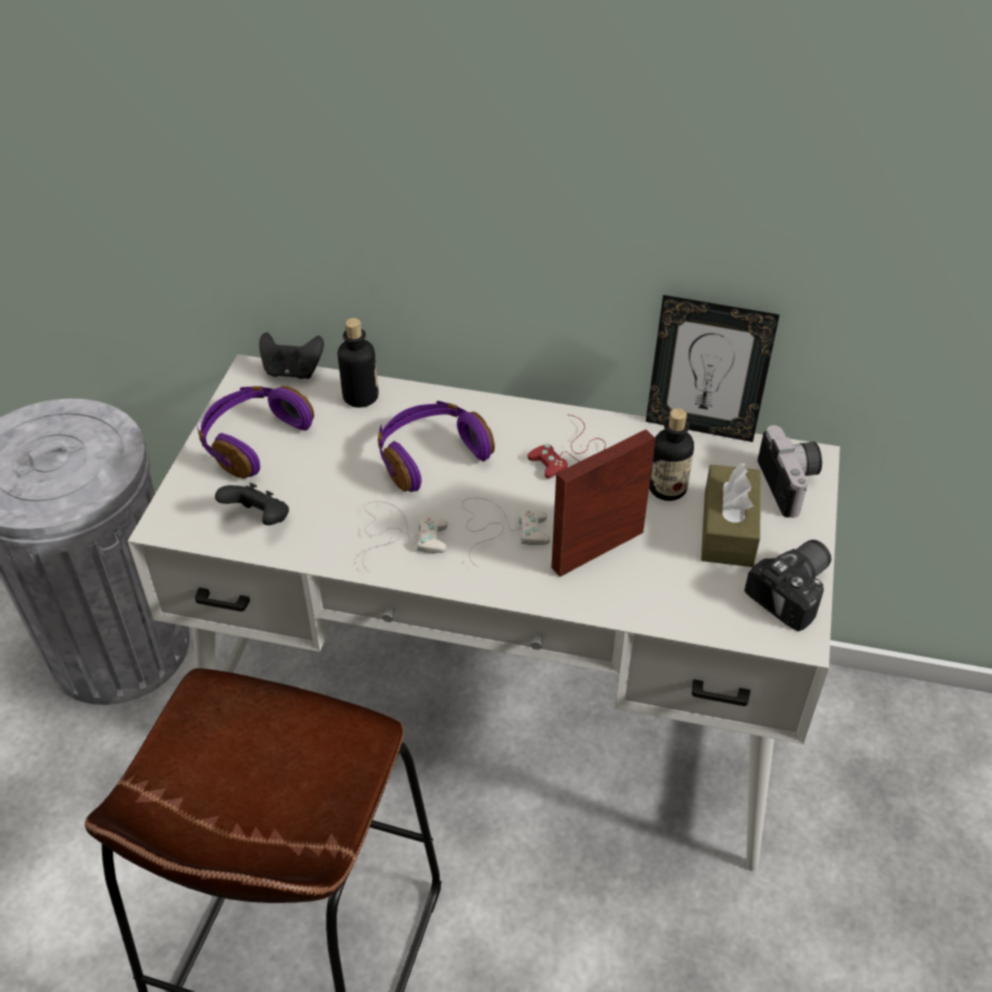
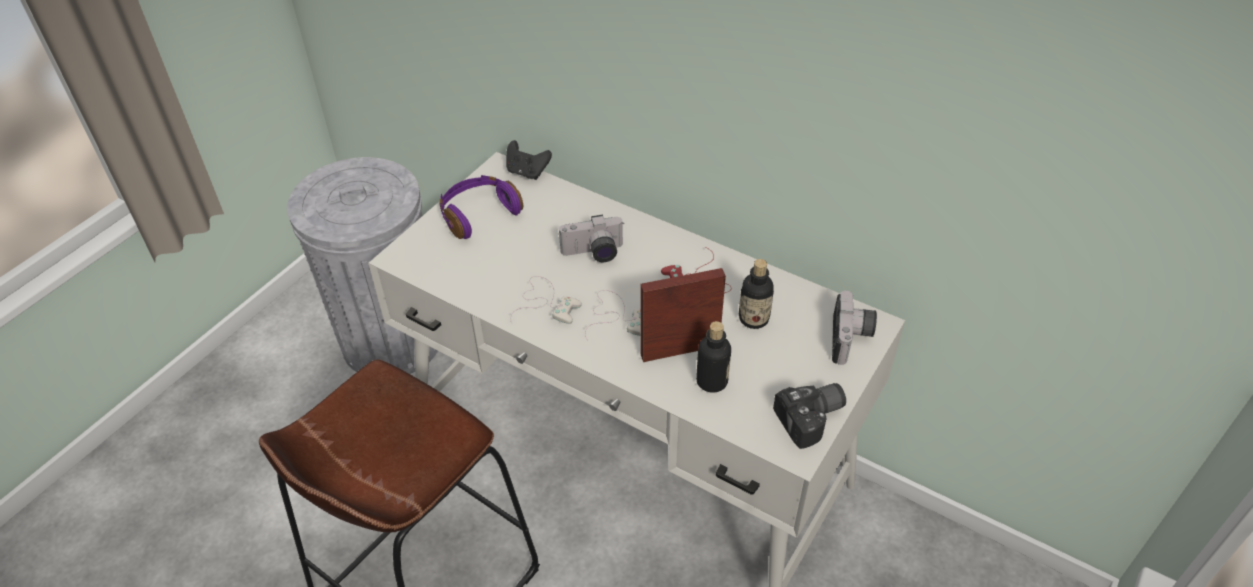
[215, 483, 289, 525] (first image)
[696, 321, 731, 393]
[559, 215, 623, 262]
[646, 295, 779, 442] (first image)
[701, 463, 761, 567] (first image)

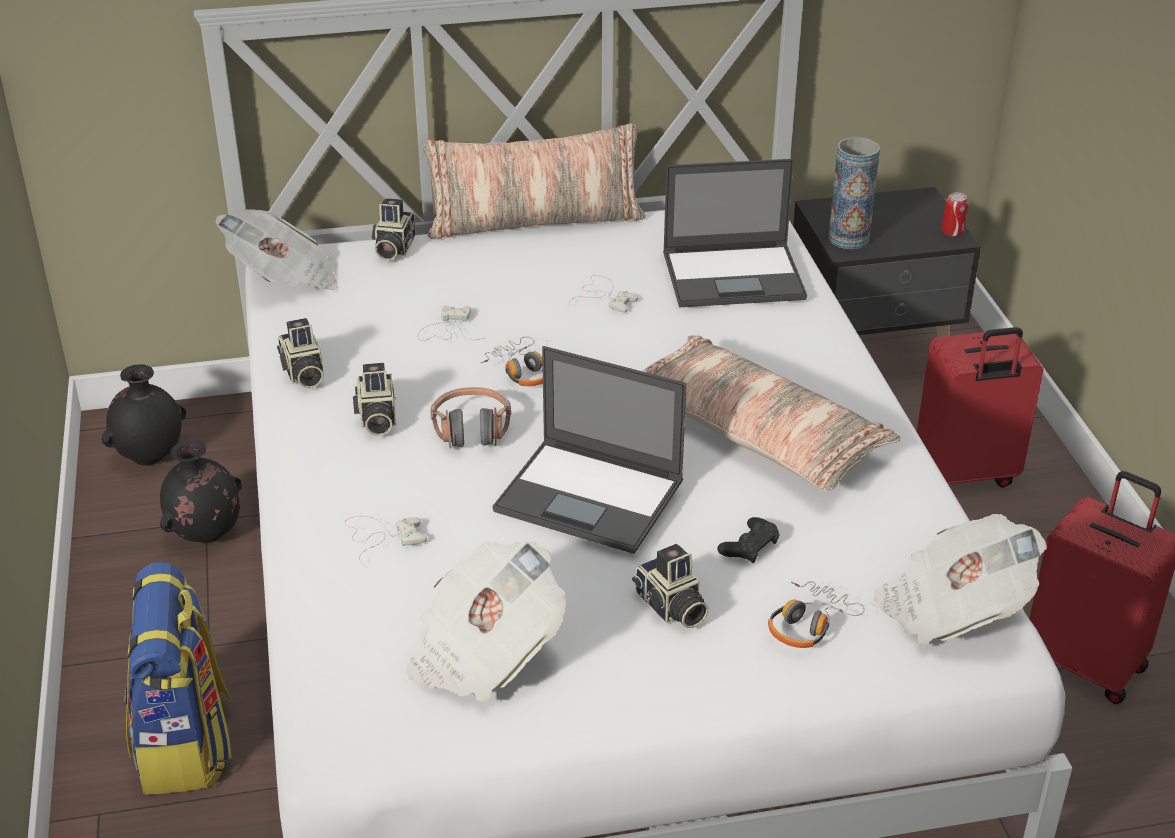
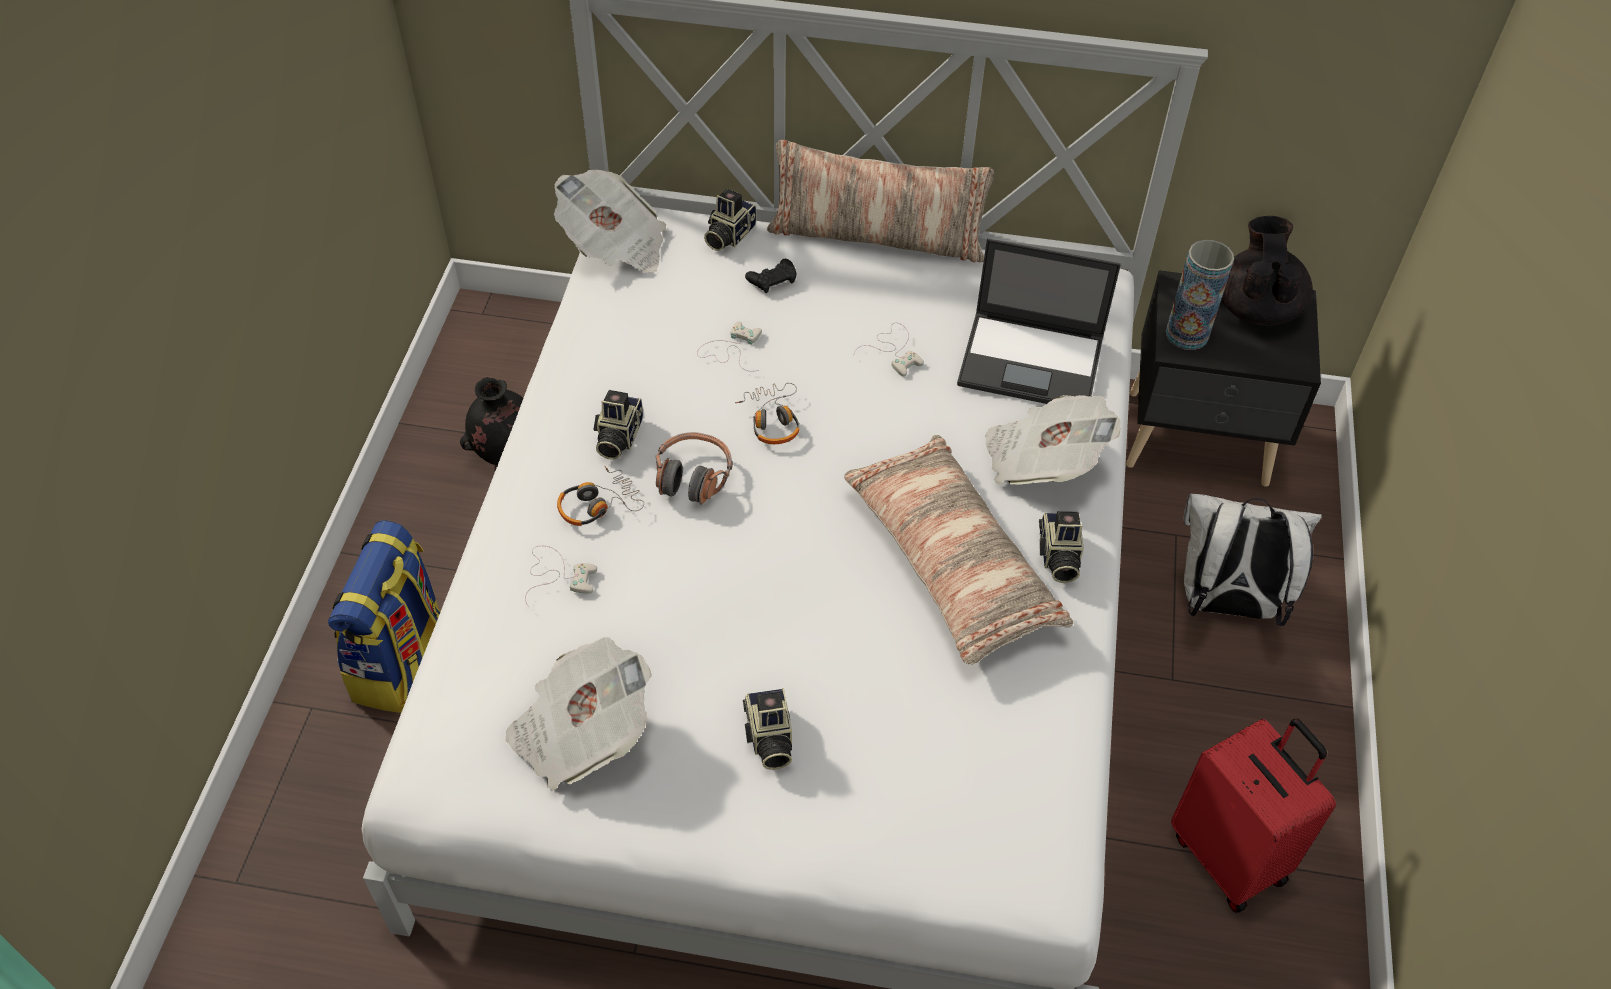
[101, 364, 186, 465] (first image)
[1039, 511, 1084, 583]
[493, 346, 686, 554] (first image)
[745, 259, 796, 293]
[557, 466, 644, 526]
[985, 395, 1121, 485]
[1183, 494, 1322, 626]
[942, 192, 968, 237] (first image)
[1221, 216, 1313, 326]

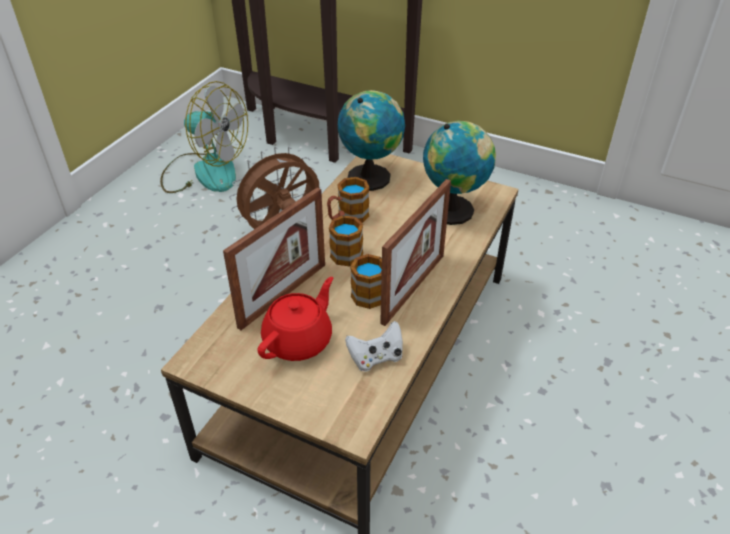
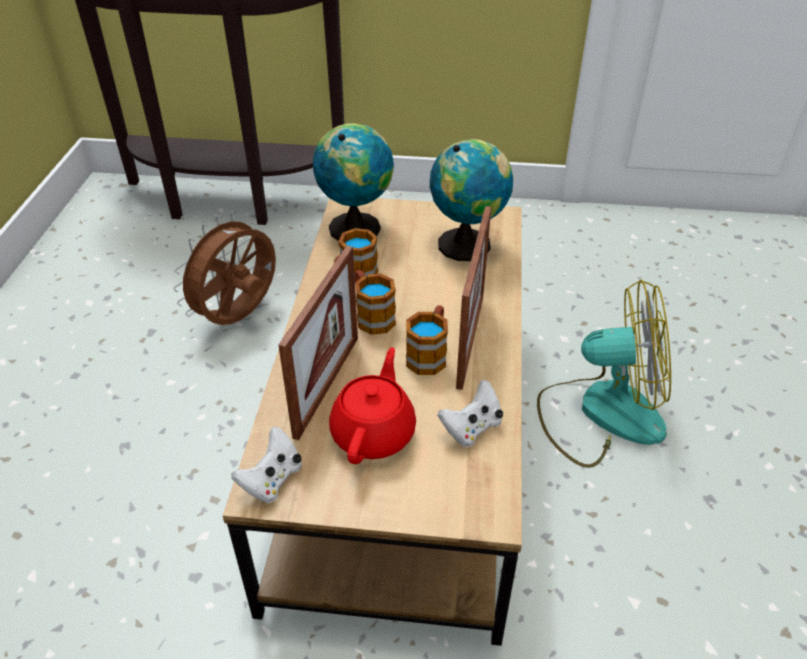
[537, 279, 671, 468]
[232, 427, 302, 503]

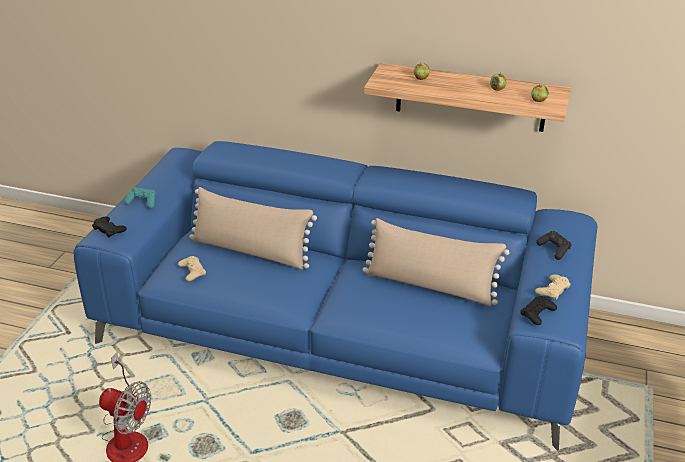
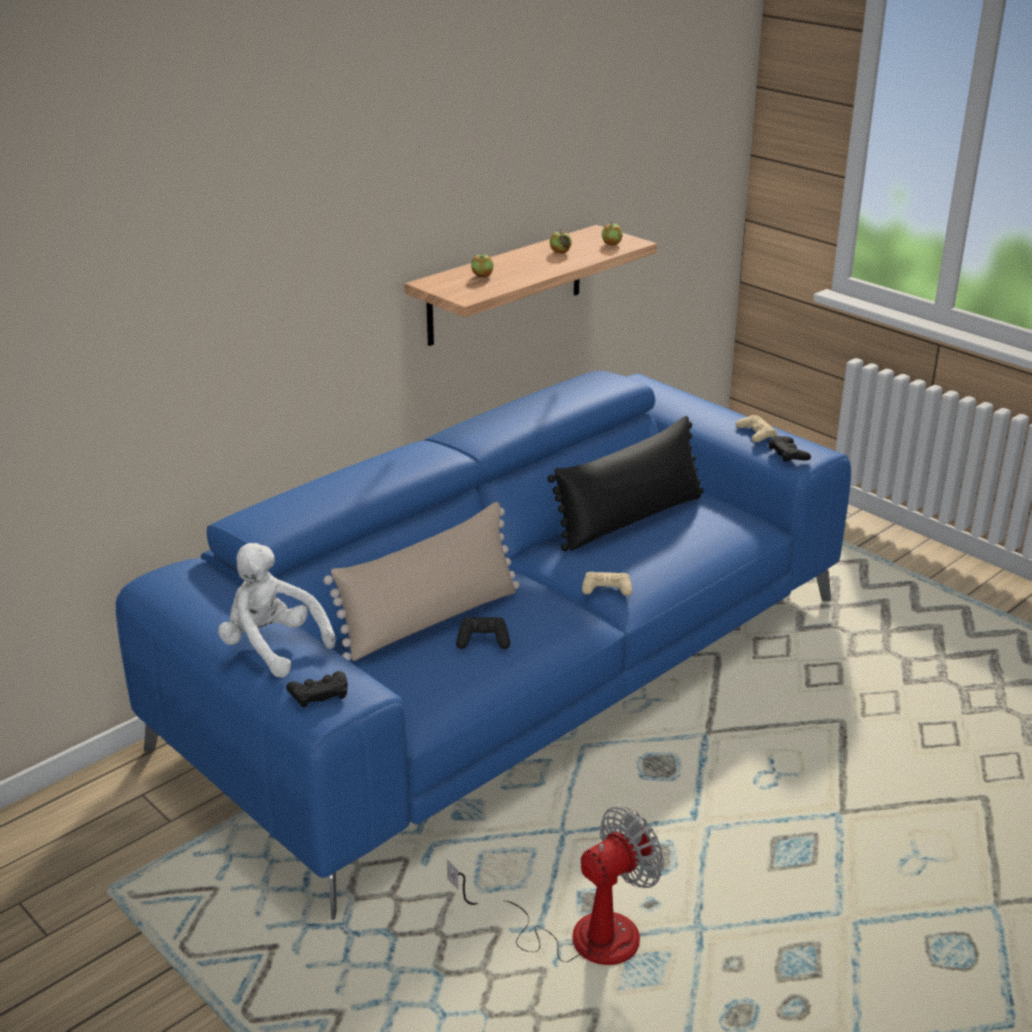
[218, 543, 336, 678]
[582, 572, 632, 596]
[547, 416, 704, 551]
[456, 617, 510, 649]

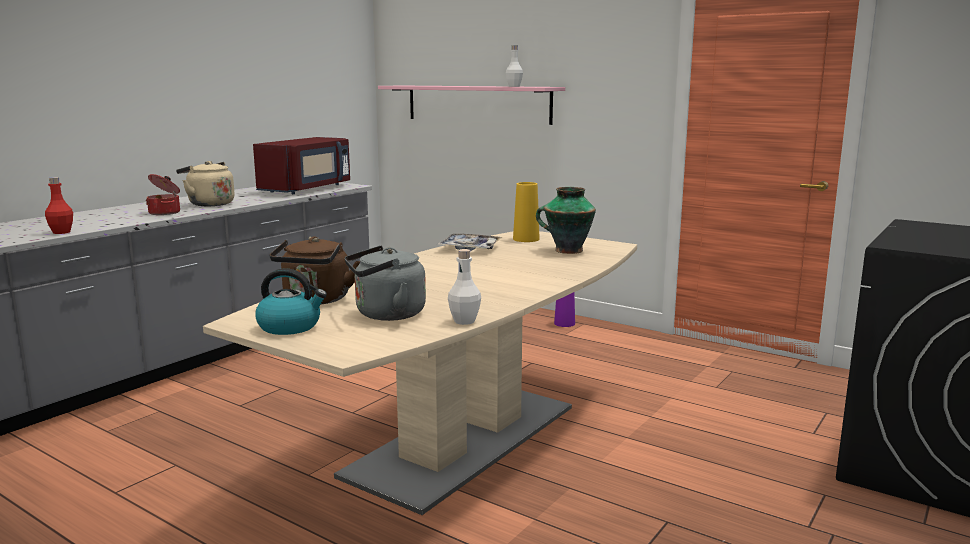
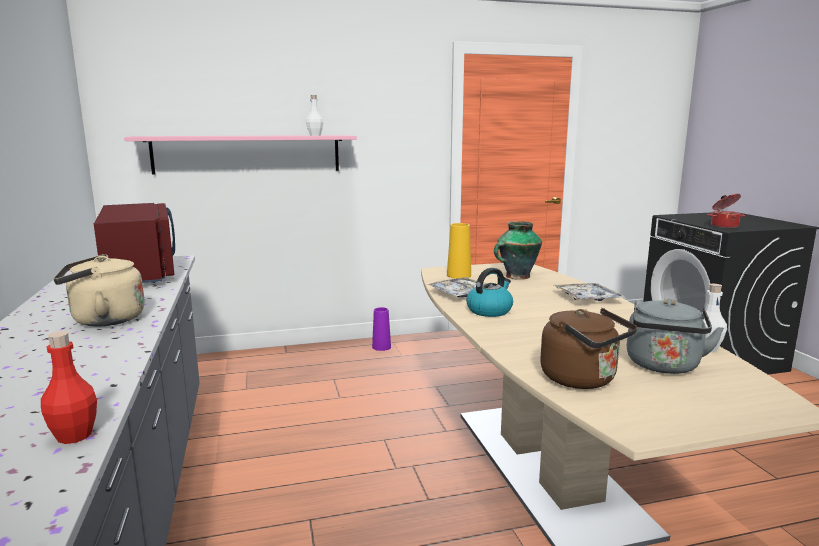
[707, 194, 745, 228]
[466, 268, 513, 317]
[554, 283, 625, 301]

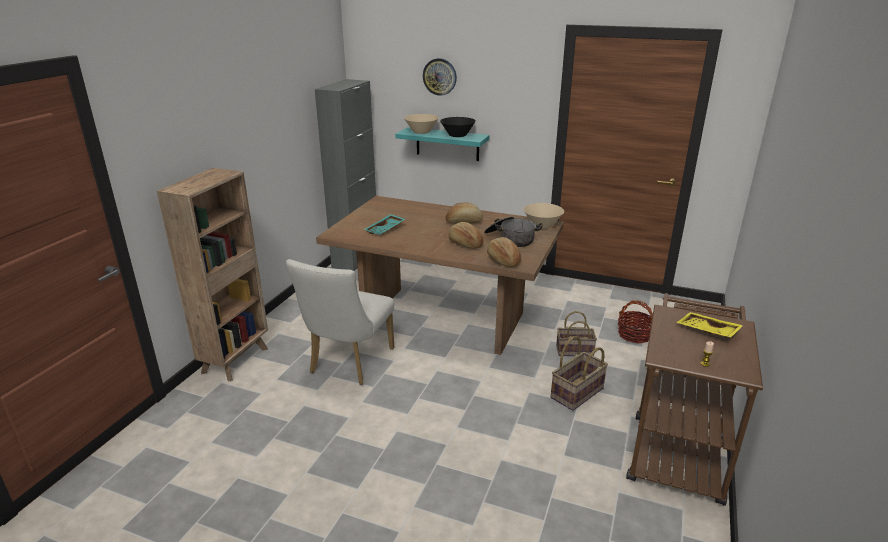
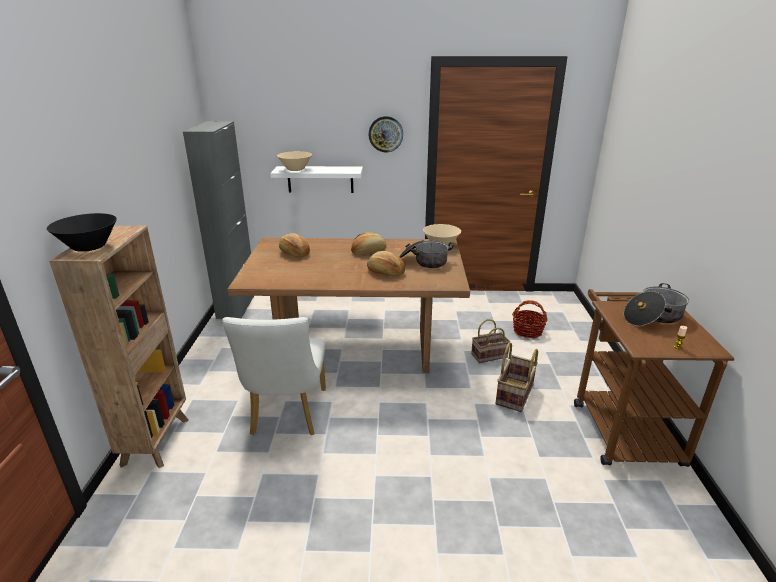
[364, 214, 405, 235] (first image)
[270, 166, 363, 193]
[369, 116, 403, 152]
[47, 213, 117, 252]
[279, 233, 310, 257]
[624, 283, 689, 326]

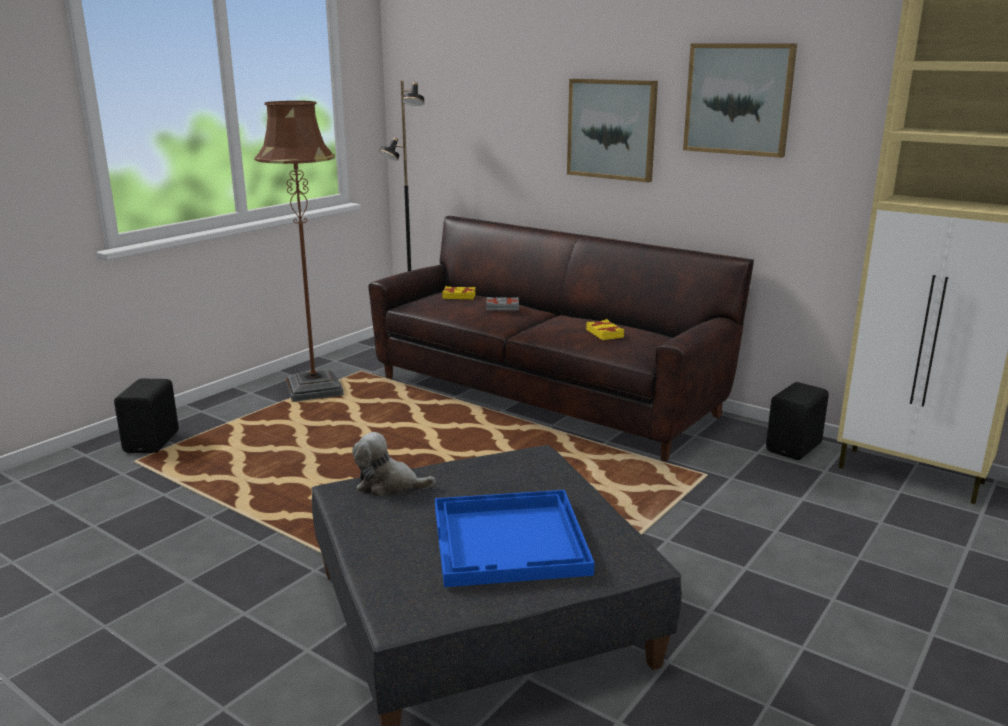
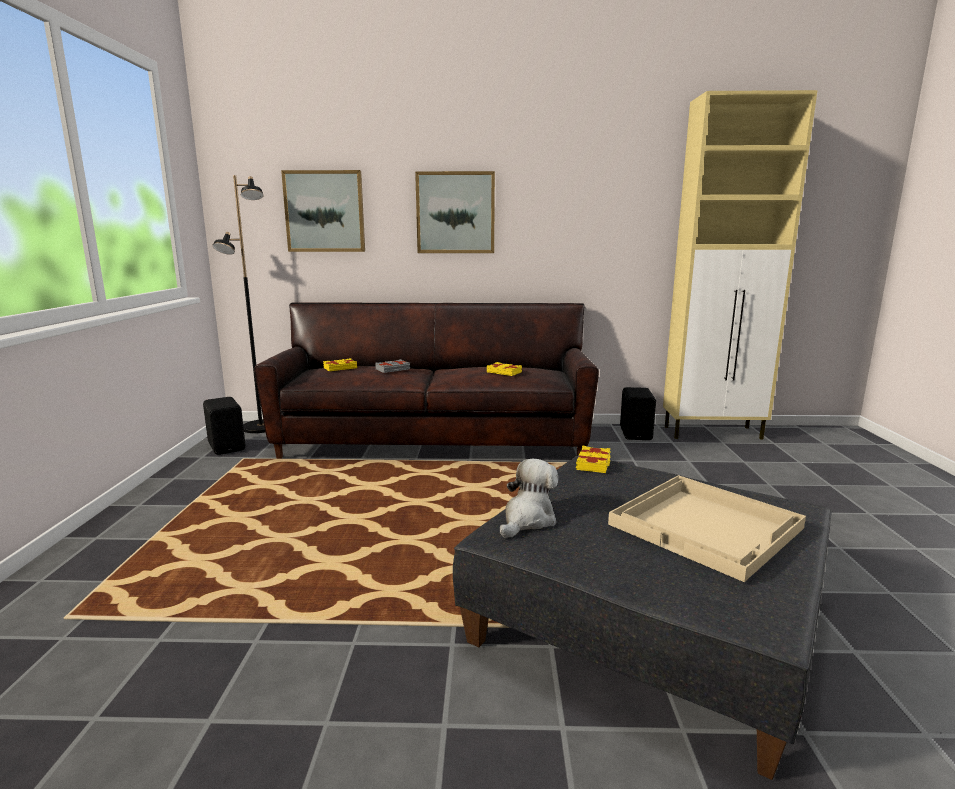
[203, 397, 246, 455]
[254, 101, 344, 402] (first image)
[500, 459, 558, 538]
[608, 475, 806, 582]
[281, 170, 365, 252]
[576, 446, 611, 473]

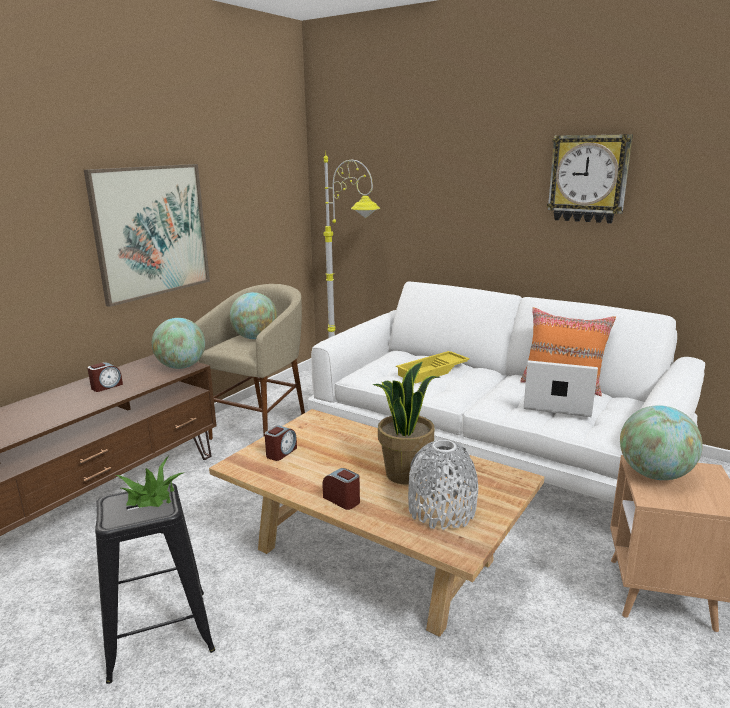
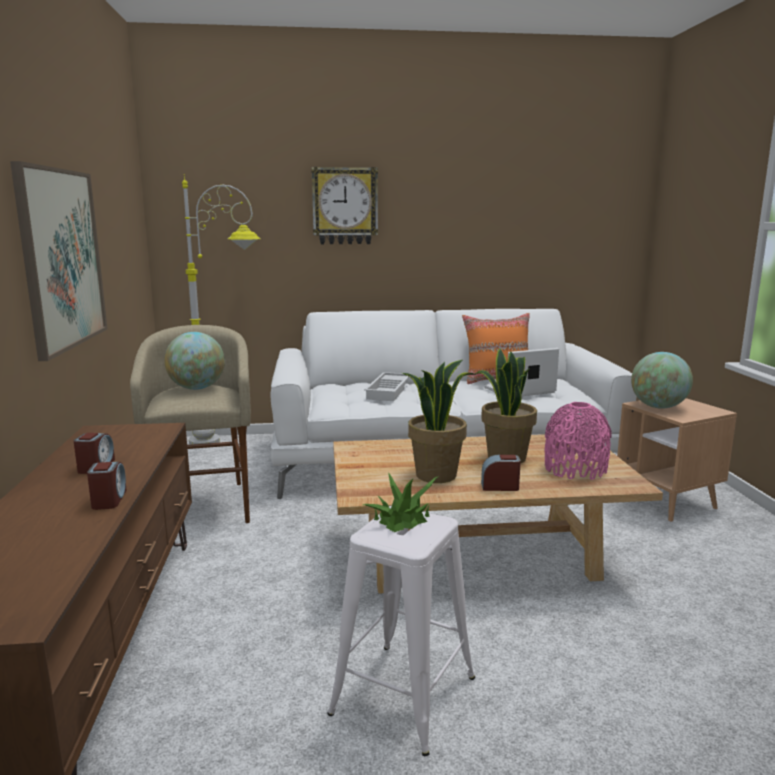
[327, 506, 475, 756]
[152, 318, 205, 369] (first image)
[87, 462, 127, 510]
[364, 372, 409, 401]
[545, 402, 612, 480]
[312, 167, 378, 244]
[402, 360, 477, 483]

